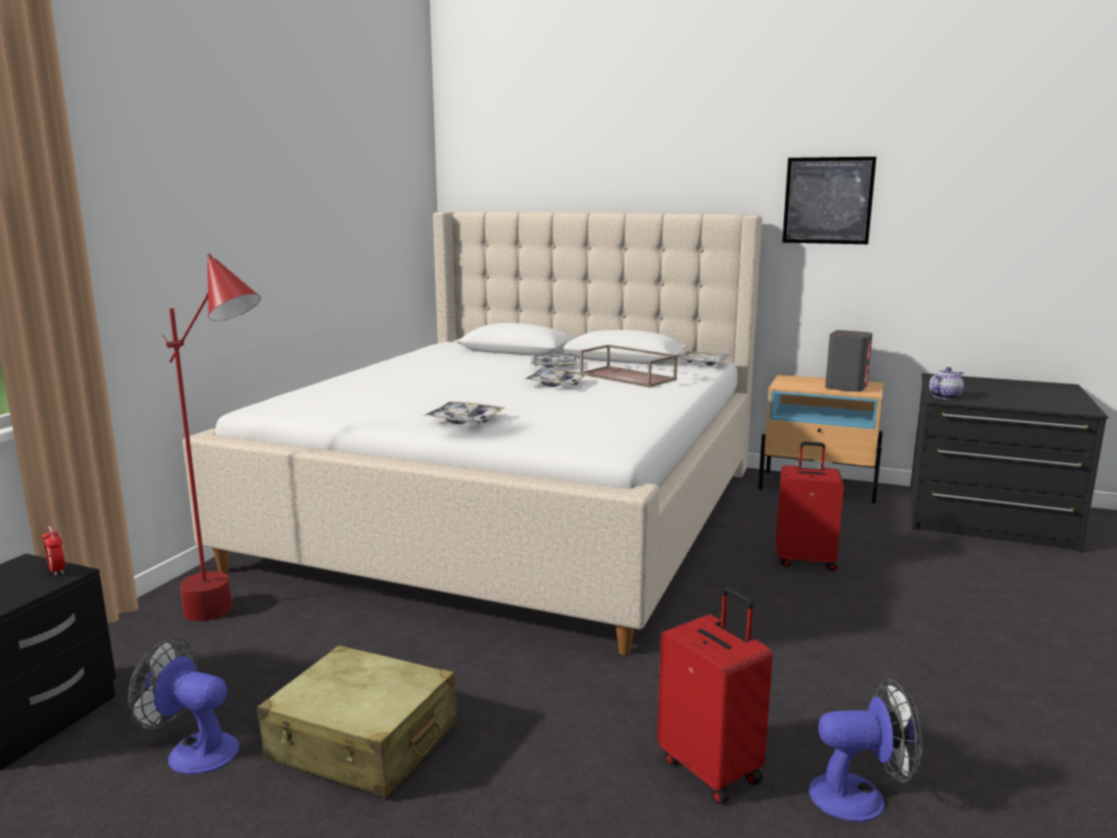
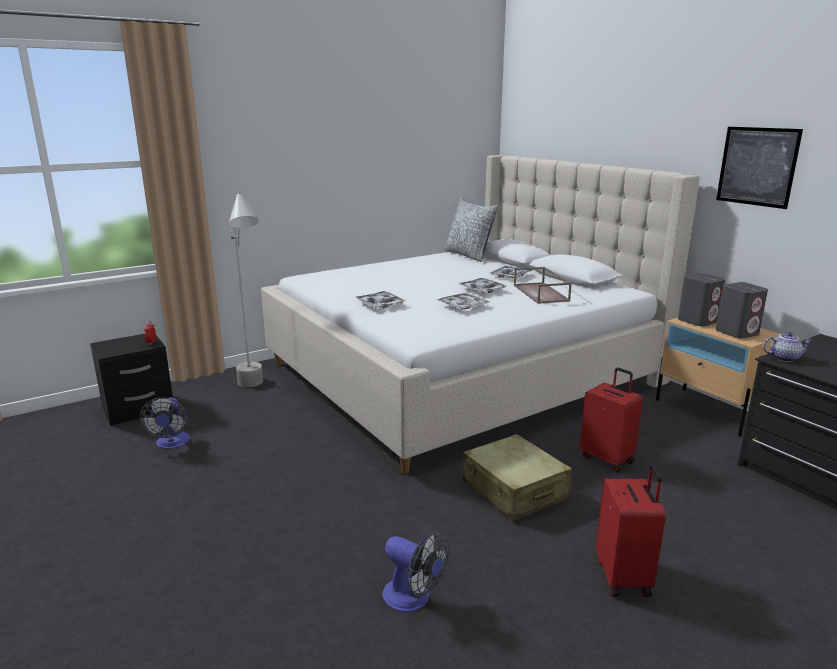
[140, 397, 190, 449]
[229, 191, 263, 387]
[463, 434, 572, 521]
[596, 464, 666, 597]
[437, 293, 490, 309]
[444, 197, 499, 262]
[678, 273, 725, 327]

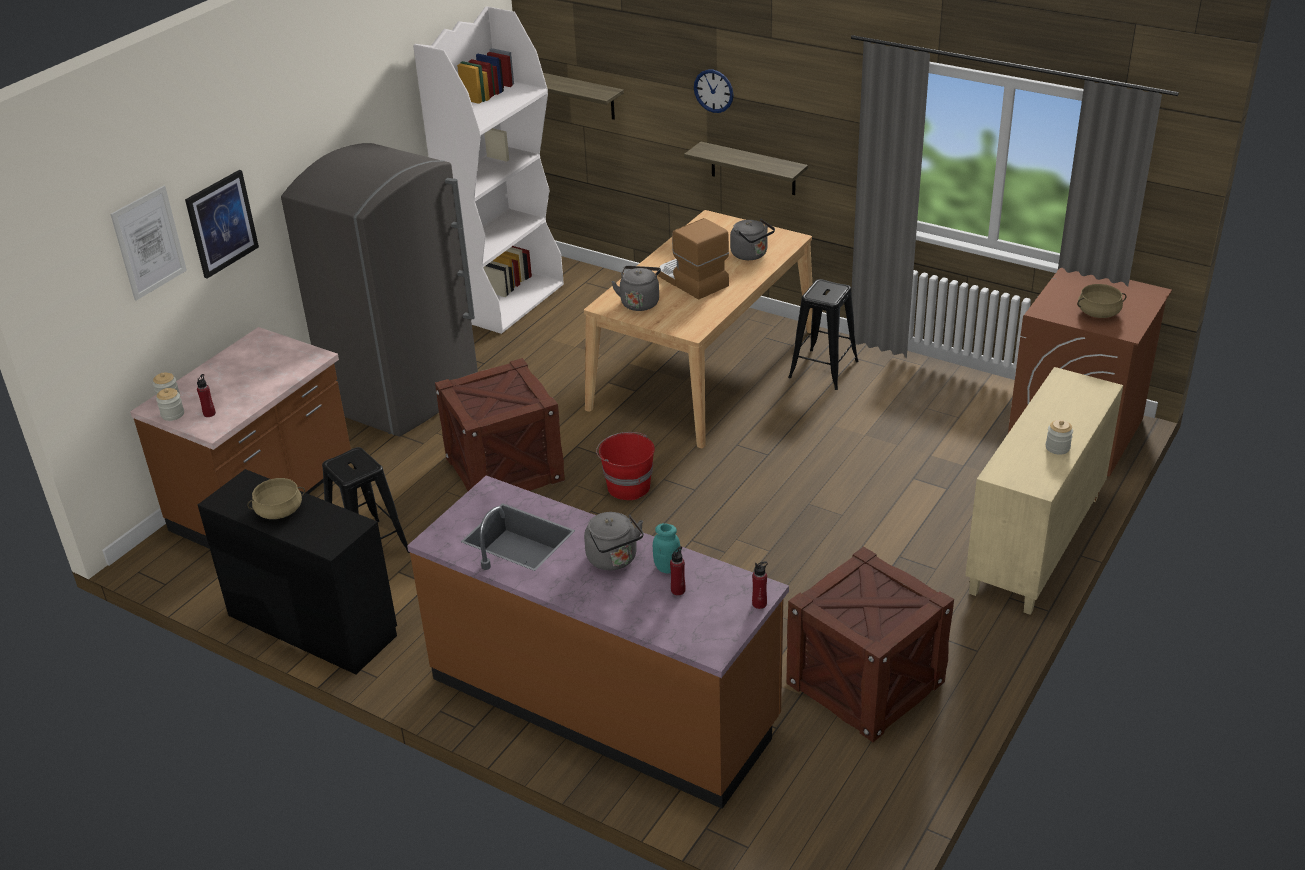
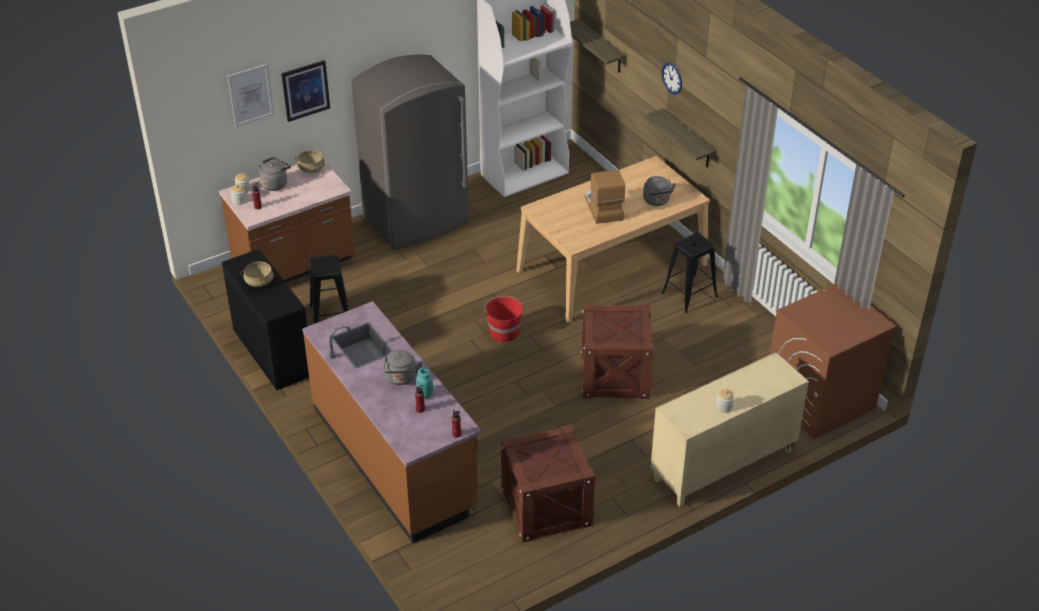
[581, 304, 655, 399]
[258, 157, 291, 191]
[295, 150, 325, 173]

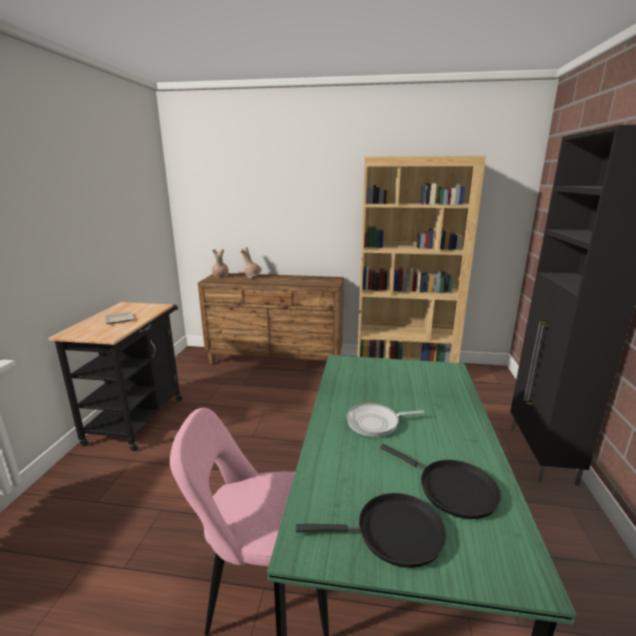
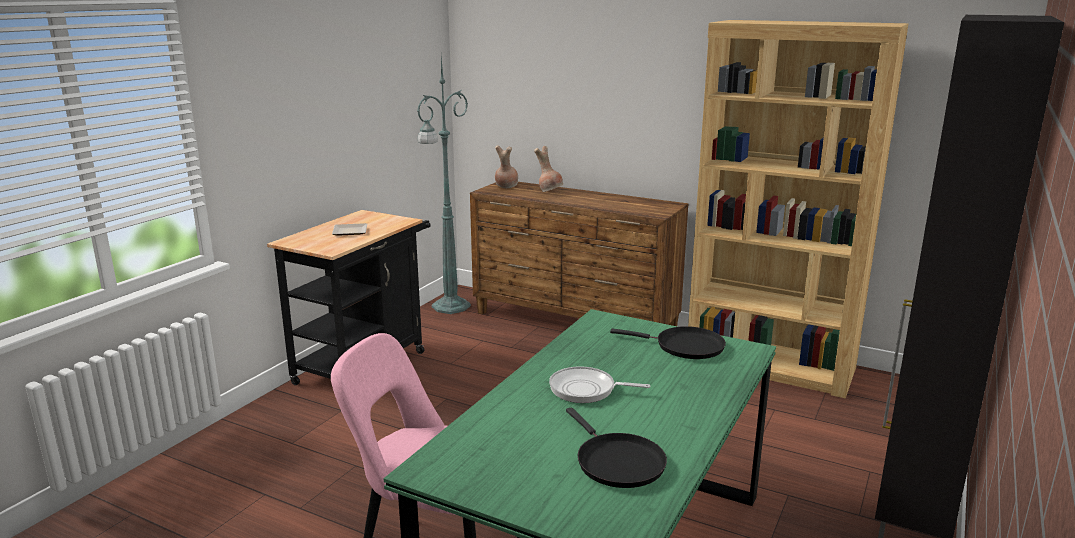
[610, 326, 726, 359]
[417, 57, 471, 314]

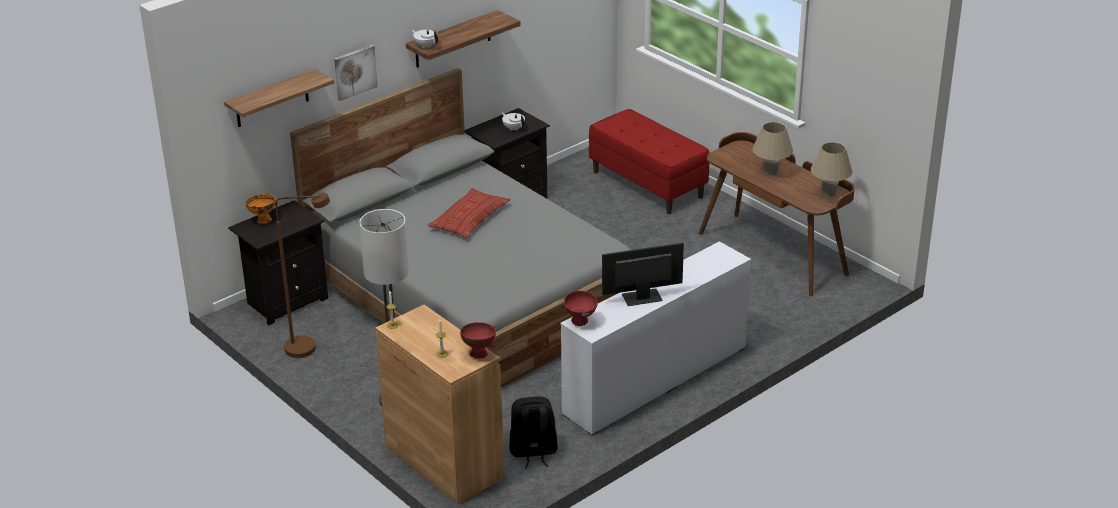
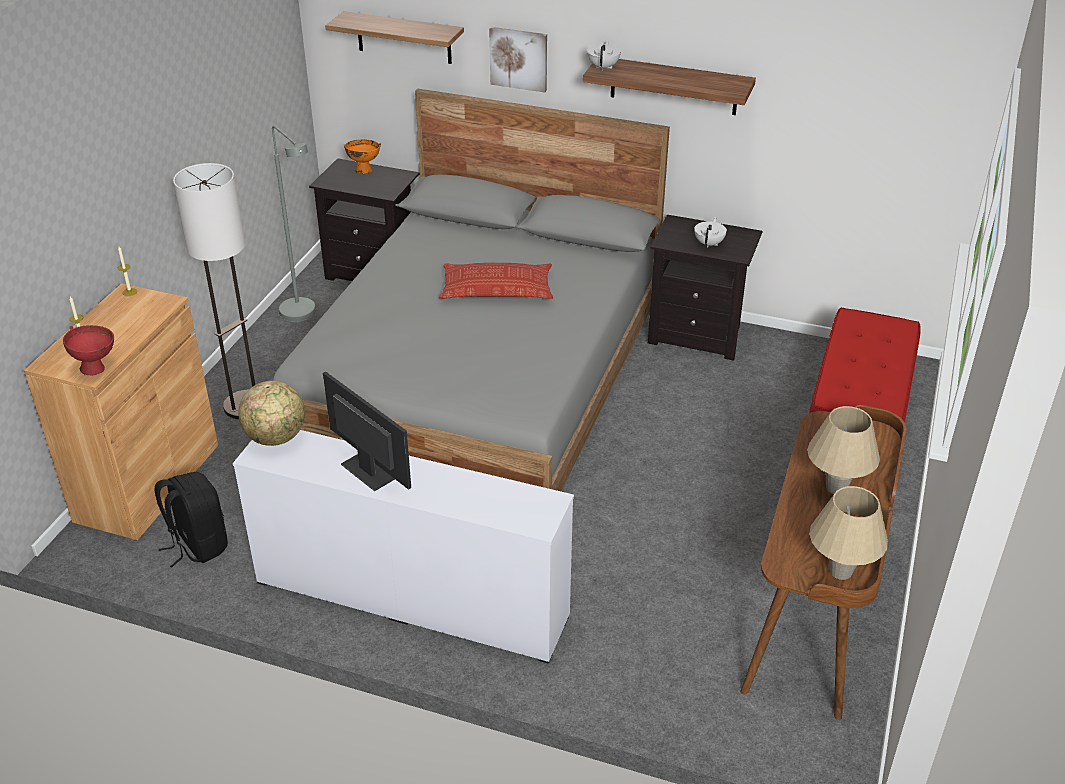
[272, 126, 316, 322]
[239, 381, 305, 446]

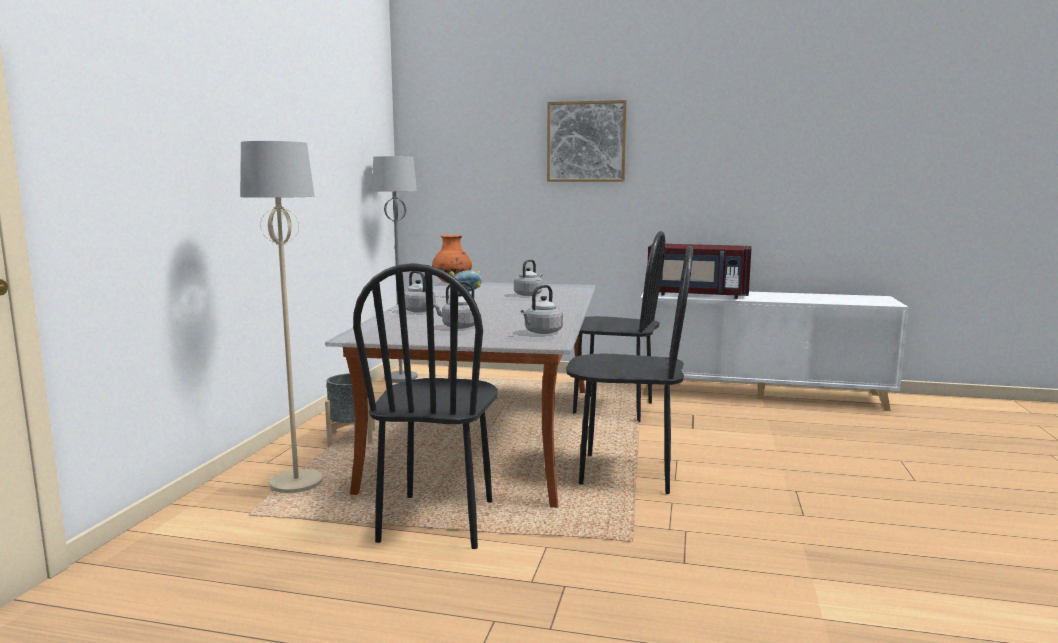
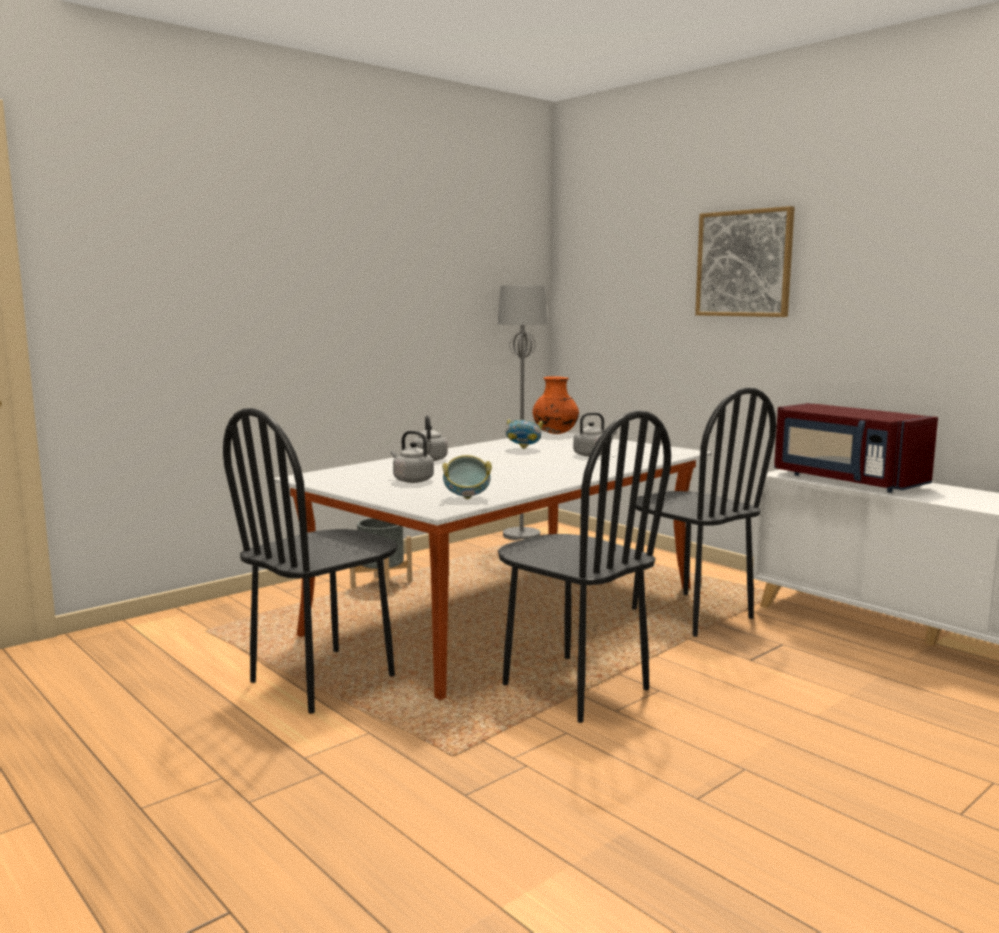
[240, 141, 323, 493] (first image)
[442, 455, 492, 499]

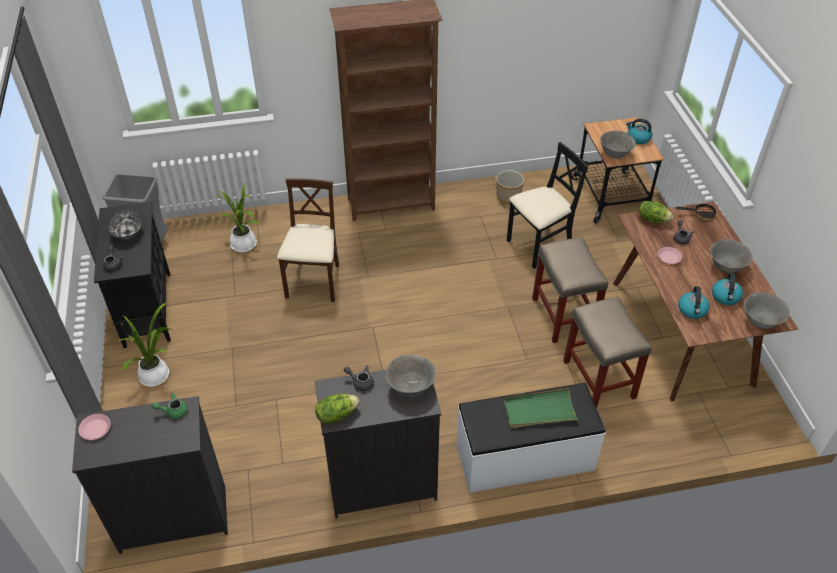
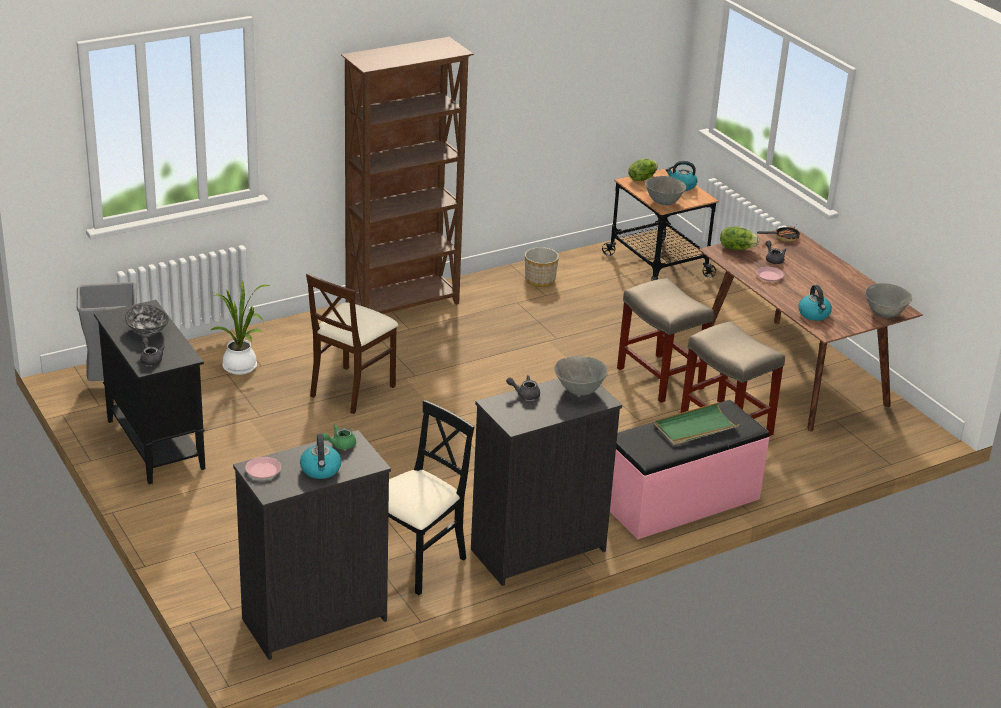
[116, 302, 172, 387] (first image)
[306, 273, 398, 414]
[628, 159, 658, 181]
[610, 400, 770, 540]
[388, 400, 474, 595]
[710, 239, 753, 273] (first image)
[300, 434, 342, 479]

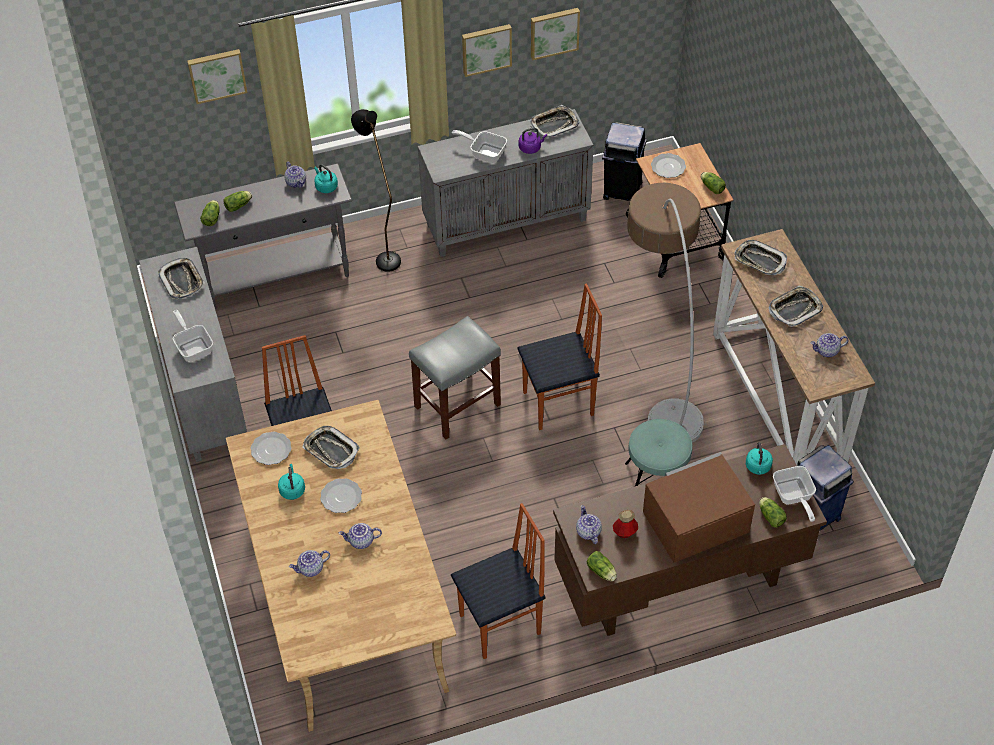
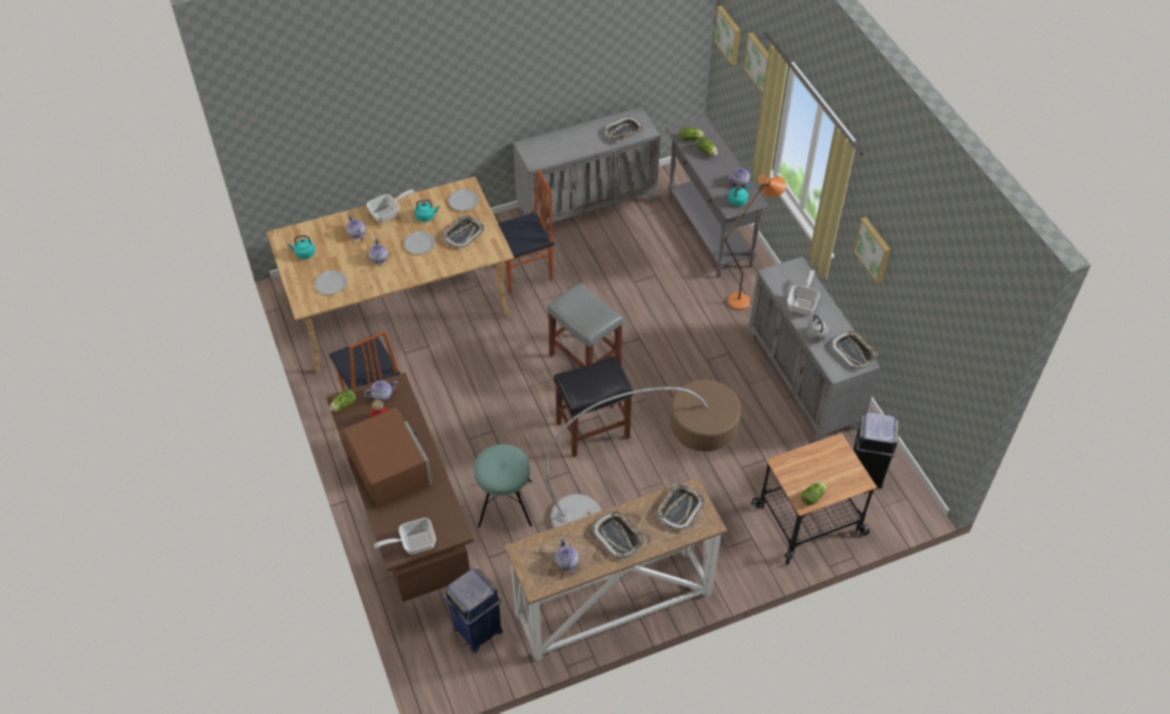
[367, 190, 415, 223]
[725, 174, 786, 310]
[554, 356, 633, 457]
[806, 315, 829, 341]
[714, 6, 741, 66]
[314, 270, 347, 295]
[287, 235, 315, 259]
[759, 497, 787, 528] (first image)

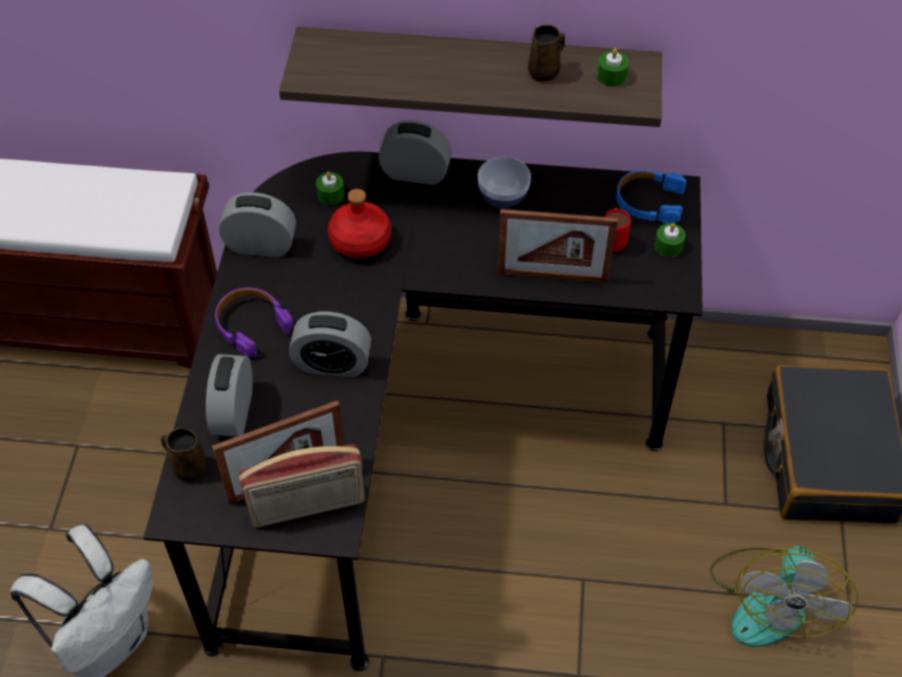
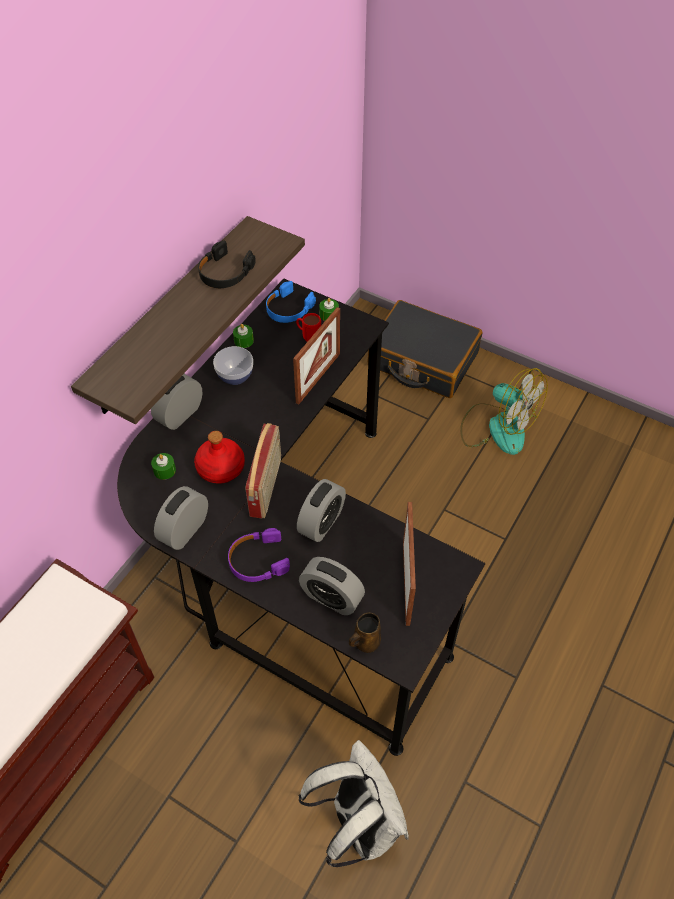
[245, 423, 281, 519]
[198, 241, 256, 288]
[233, 324, 254, 348]

